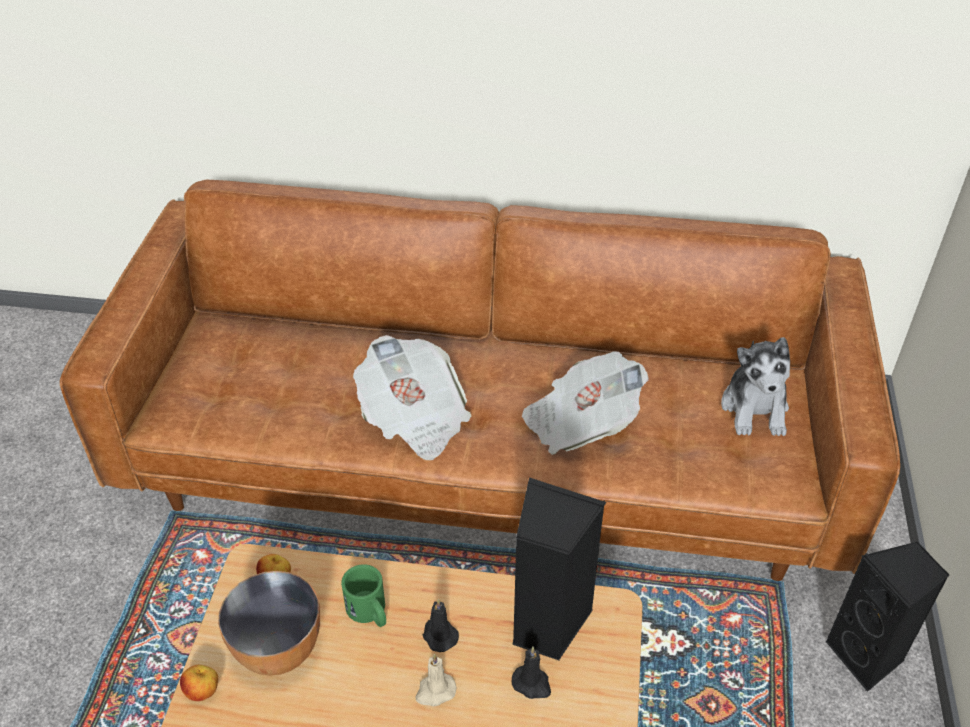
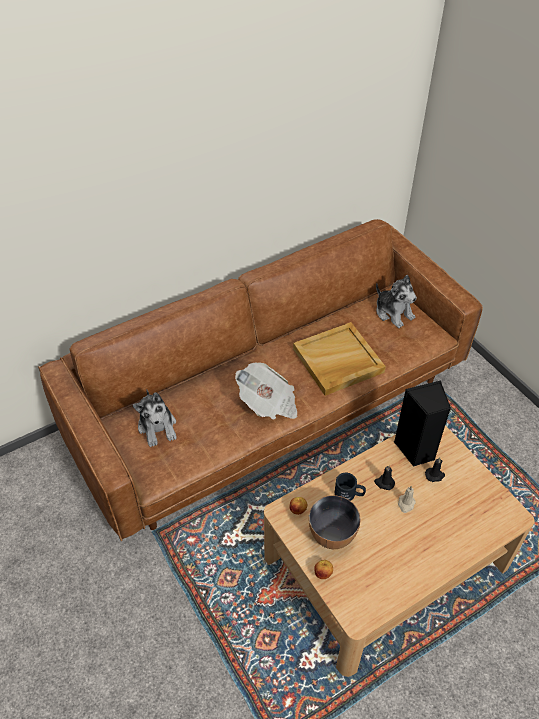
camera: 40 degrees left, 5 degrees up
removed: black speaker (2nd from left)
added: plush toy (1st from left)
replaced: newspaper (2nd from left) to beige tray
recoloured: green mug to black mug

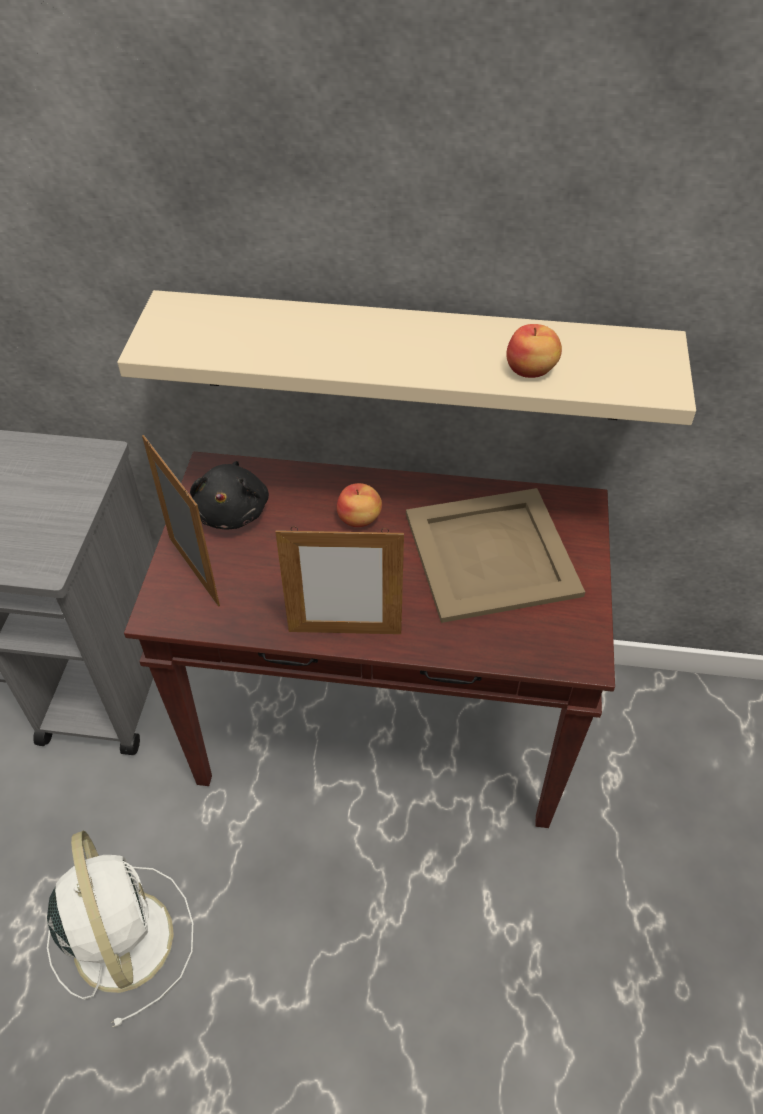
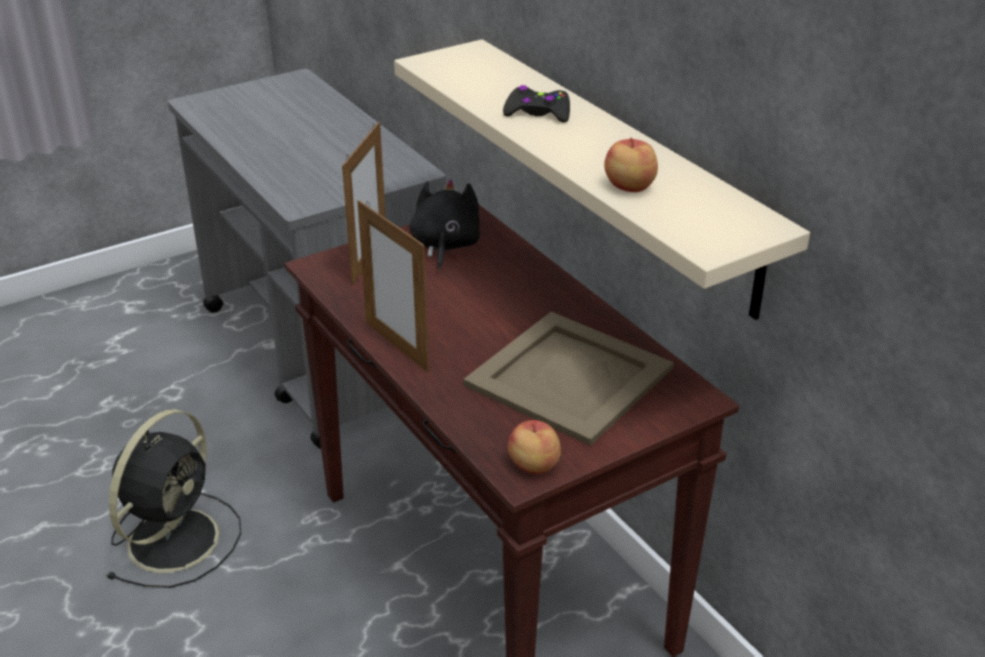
camera: 50 degrees right, 15 degrees down
added: black game controller
moved: apple (1st from left)
recoloured: white fan to black fan
turned: black plush toy 135 degrees clockwise

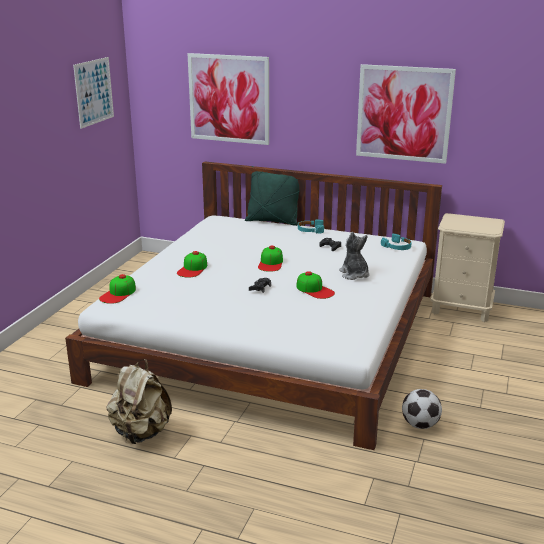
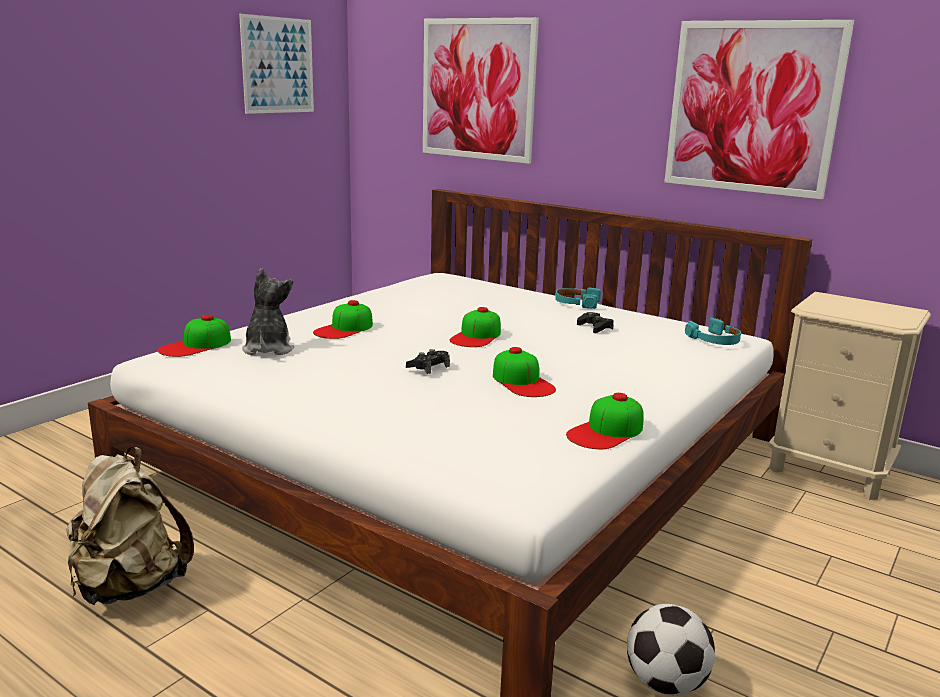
camera: 15 degrees right, 5 degrees down
removed: green pillow
added: cap (5th from left)
moved: plush toy

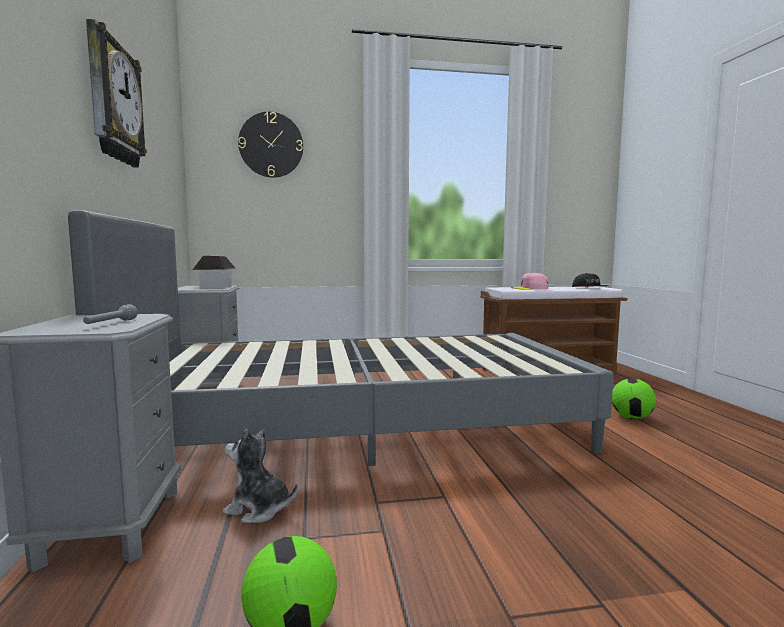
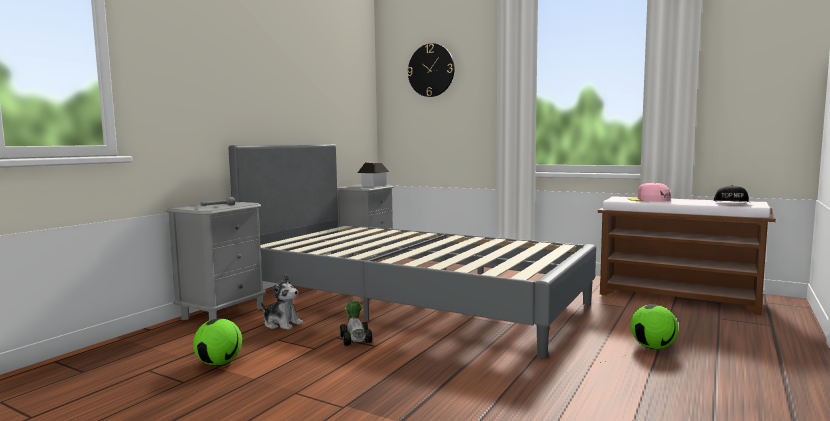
camera: 40 degrees right, 0 degrees up
removed: wall clock (1st from left)
added: toy car
turned: plush toy 150 degrees clockwise

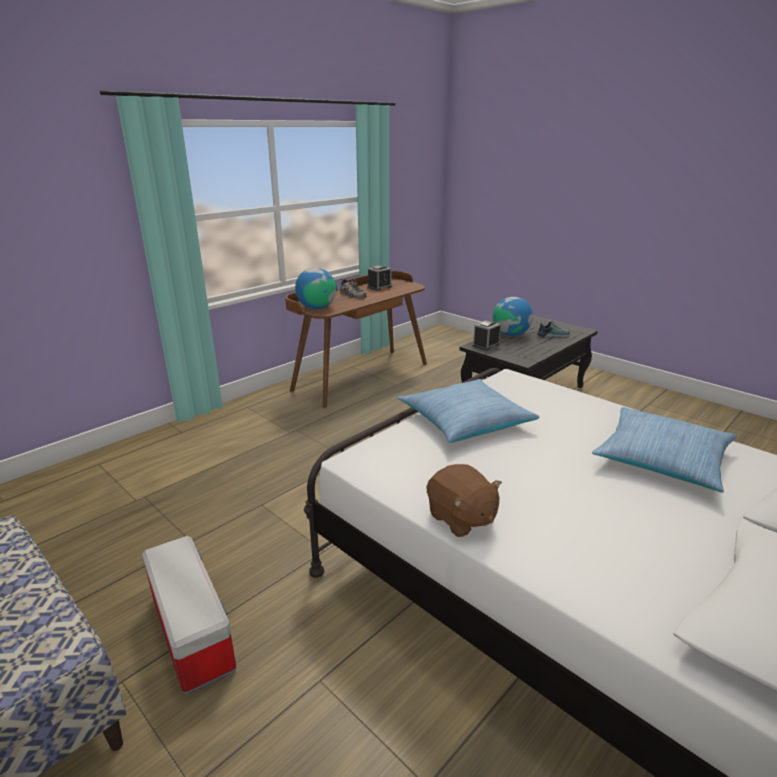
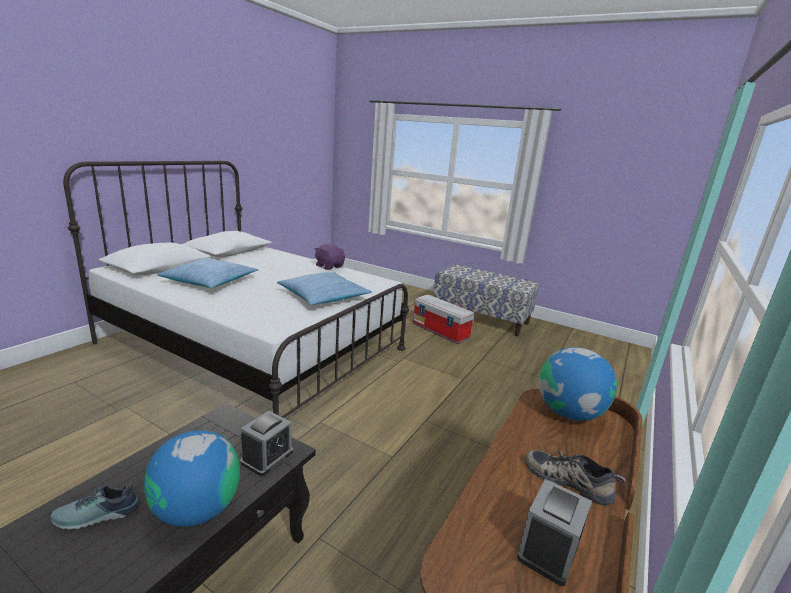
camera: 165 degrees right, 5 degrees down
recoloured: brown plush toy to purple plush toy

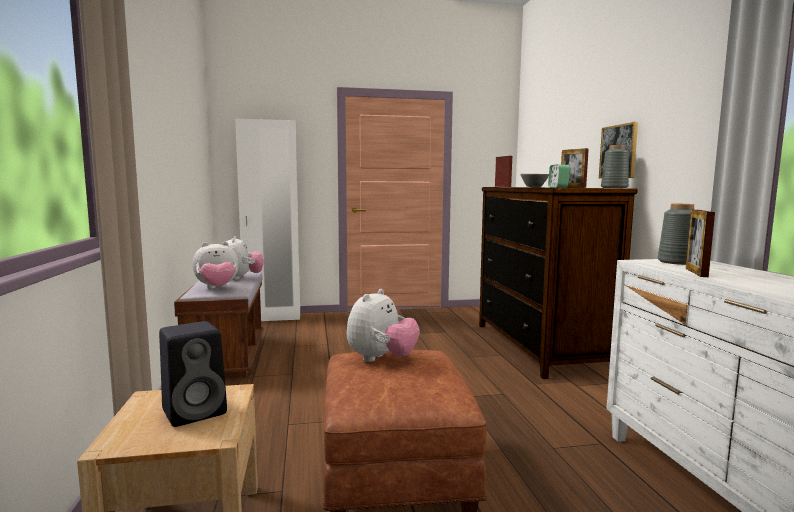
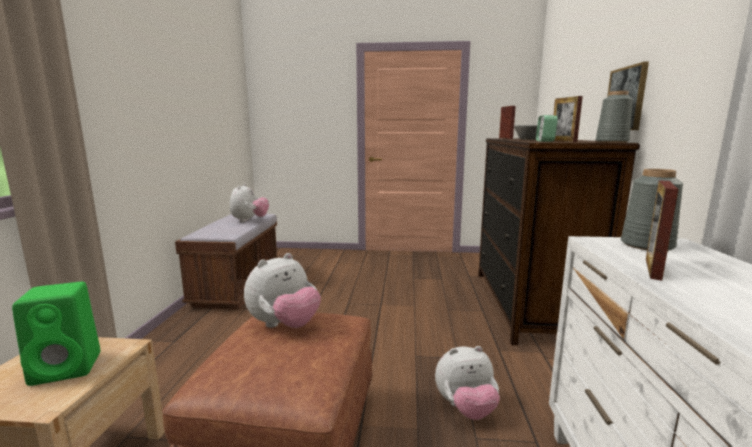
camera: 15 degrees right, 5 degrees up
removed: white wardrobe
moved: plush toy (1st from left in the first image) to plush toy (3rd from left)
recoloured: black speaker to green speaker

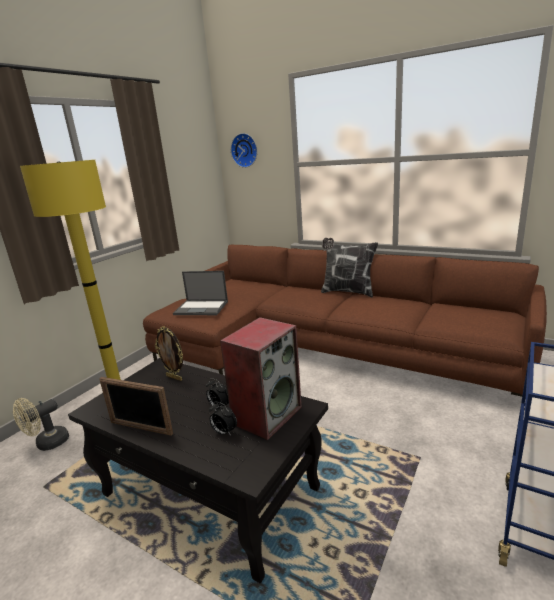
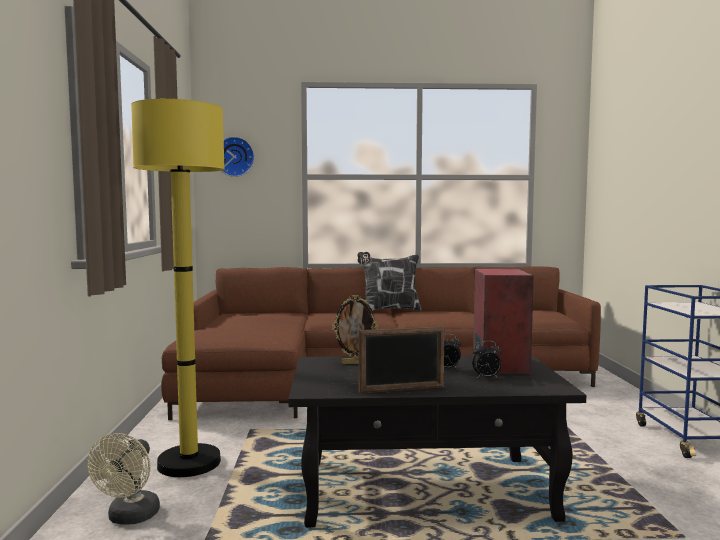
camera: 35 degrees left, 15 degrees down
removed: laptop

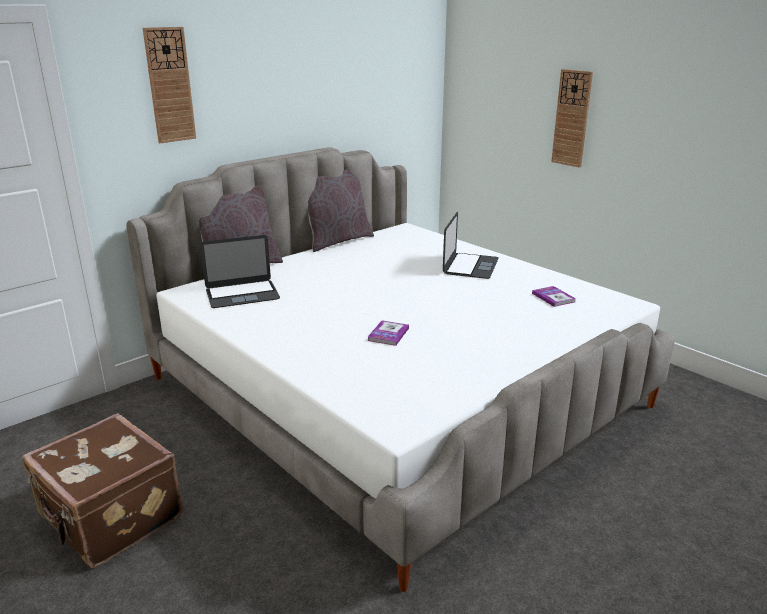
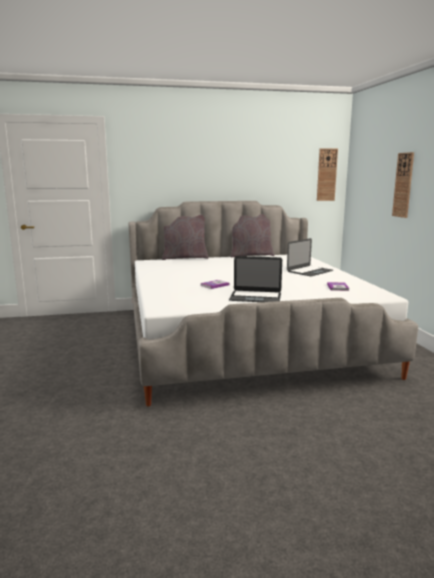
camera: 30 degrees right, 10 degrees down
removed: brown suitcase
moved: laptop (1st from left); wall clock (1st from left)

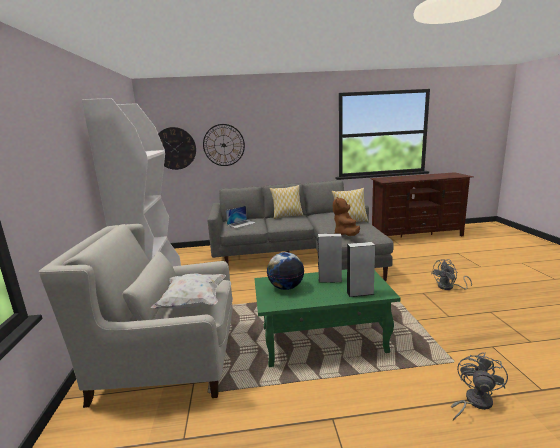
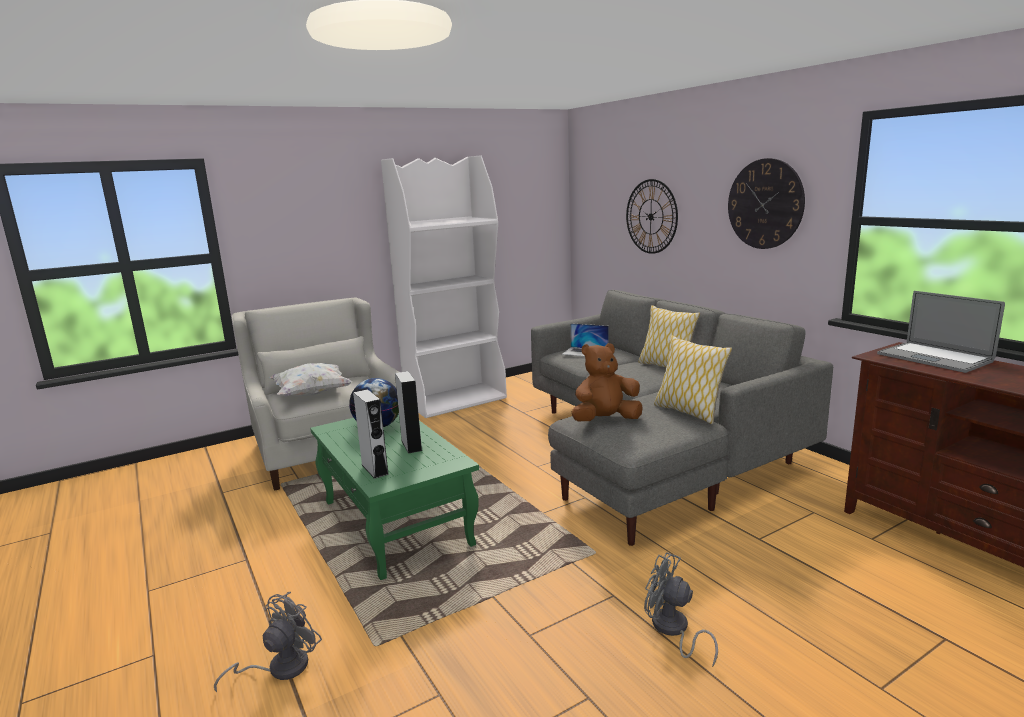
camera: 65 degrees right, 0 degrees up
added: laptop (2nd from left)
moved: wall clock (1st from left in the first image) to wall clock (2nd from left)
turned: grey fan (2nd from left in the first image) 60 degrees counterclockwise

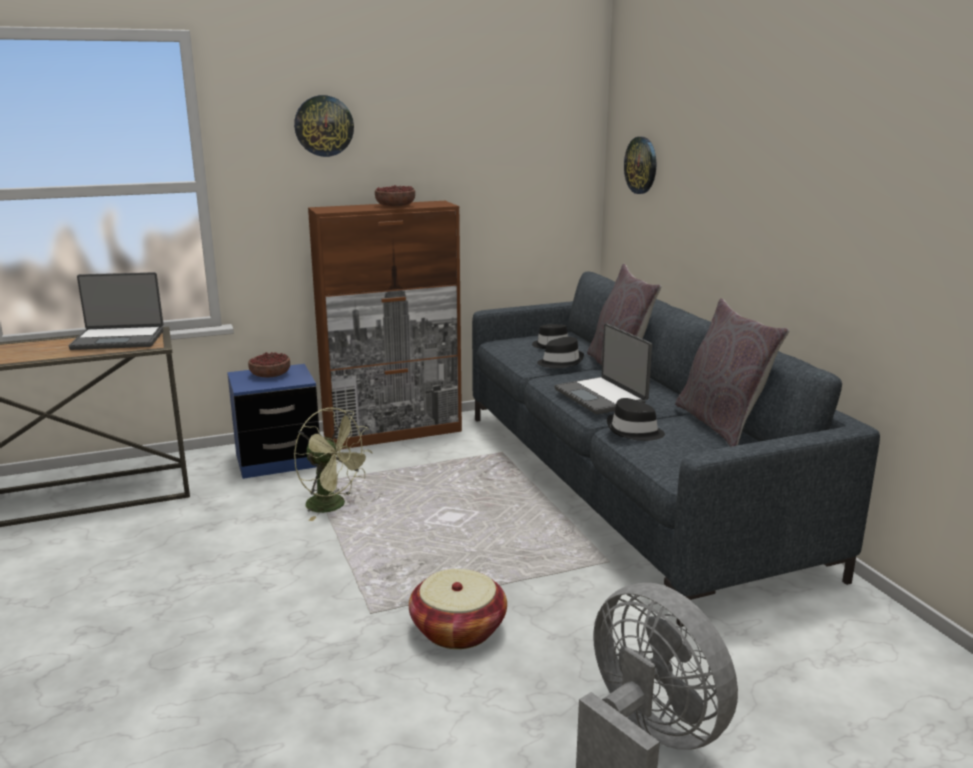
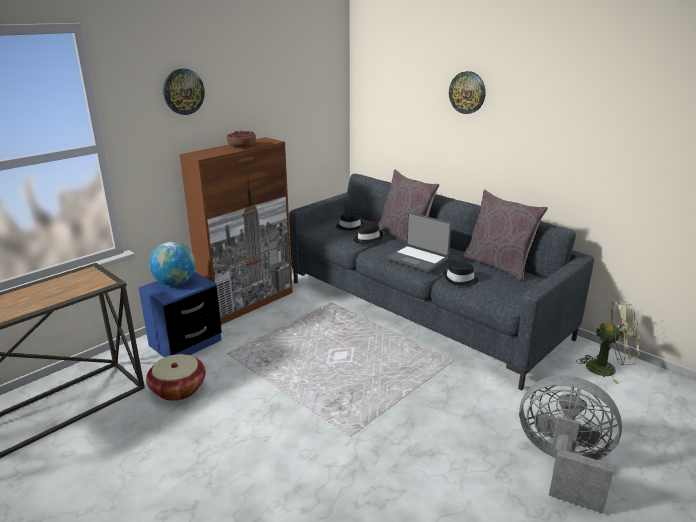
camera: 25 degrees left, 5 degrees up
removed: laptop (1st from left)
moved: basket; wall clock (2nd from left); green fan
replaced: bowl (1st from left) to globe

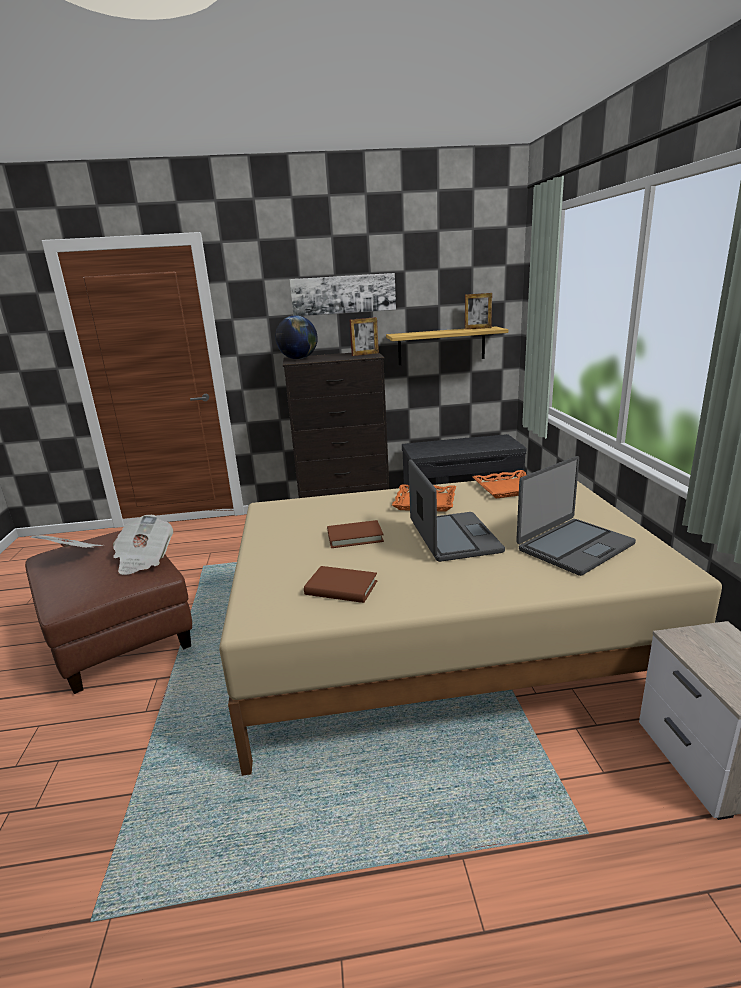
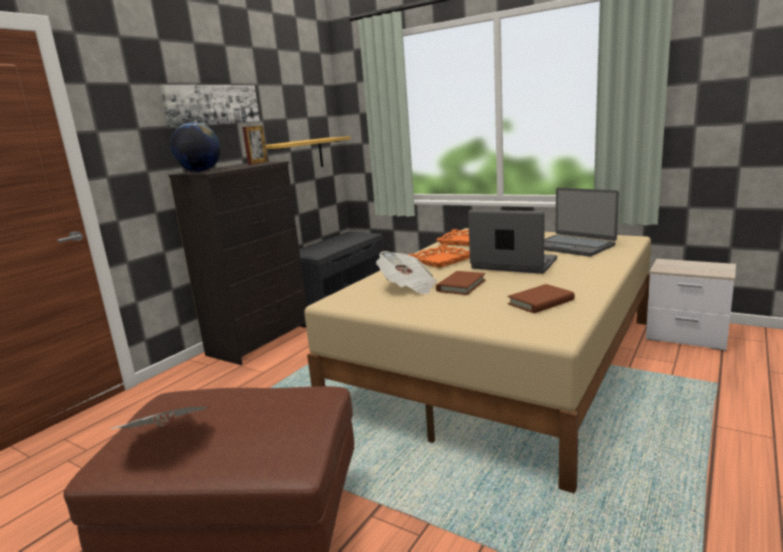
camera: 50 degrees left, 5 degrees down
removed: picture frame (2nd from left)
moved: newspaper (2nd from left)
turned: laptop (2nd from left) 135 degrees clockwise

